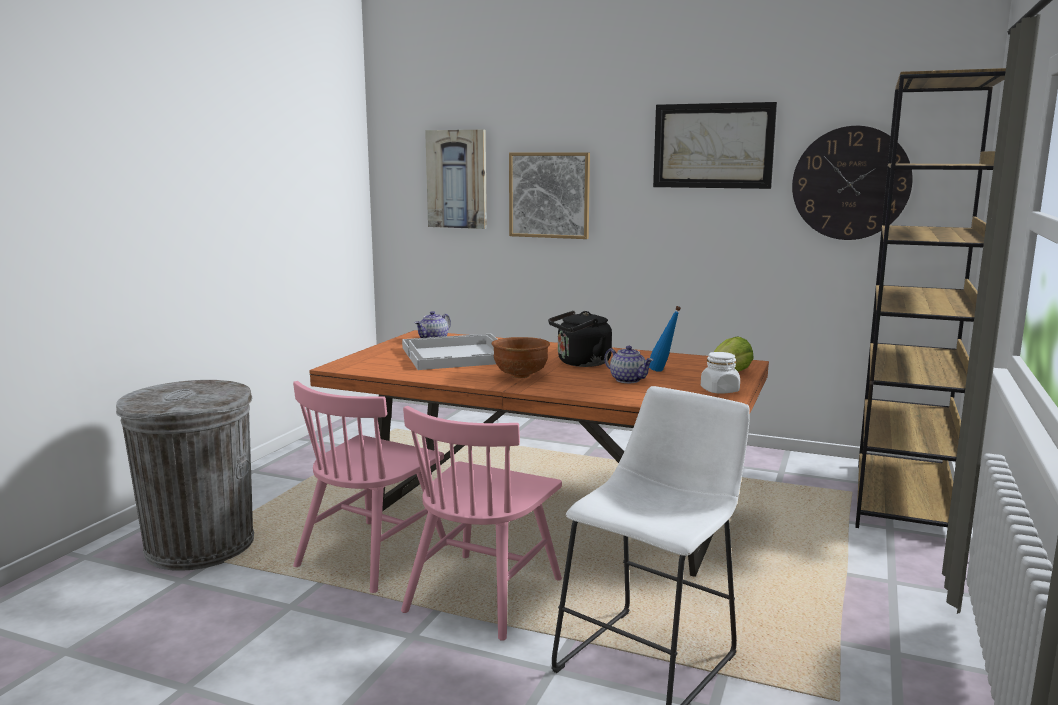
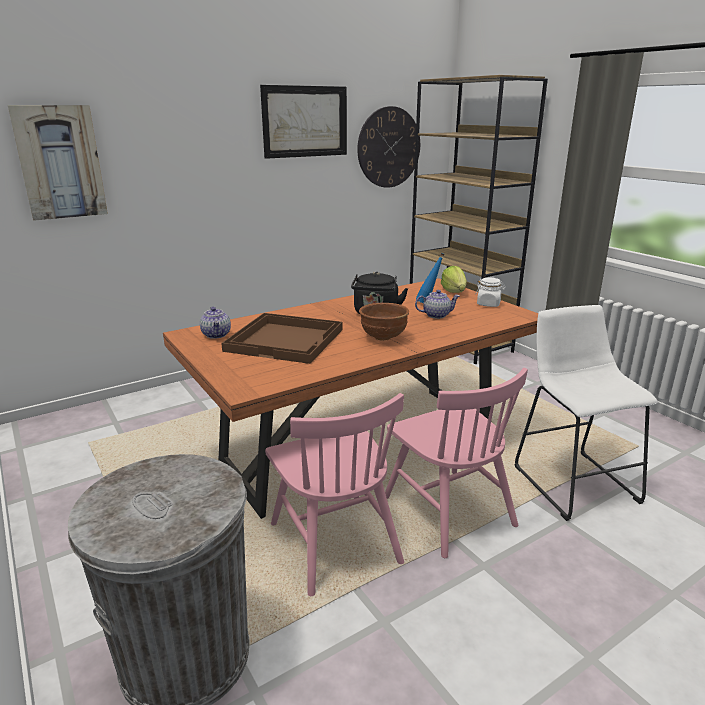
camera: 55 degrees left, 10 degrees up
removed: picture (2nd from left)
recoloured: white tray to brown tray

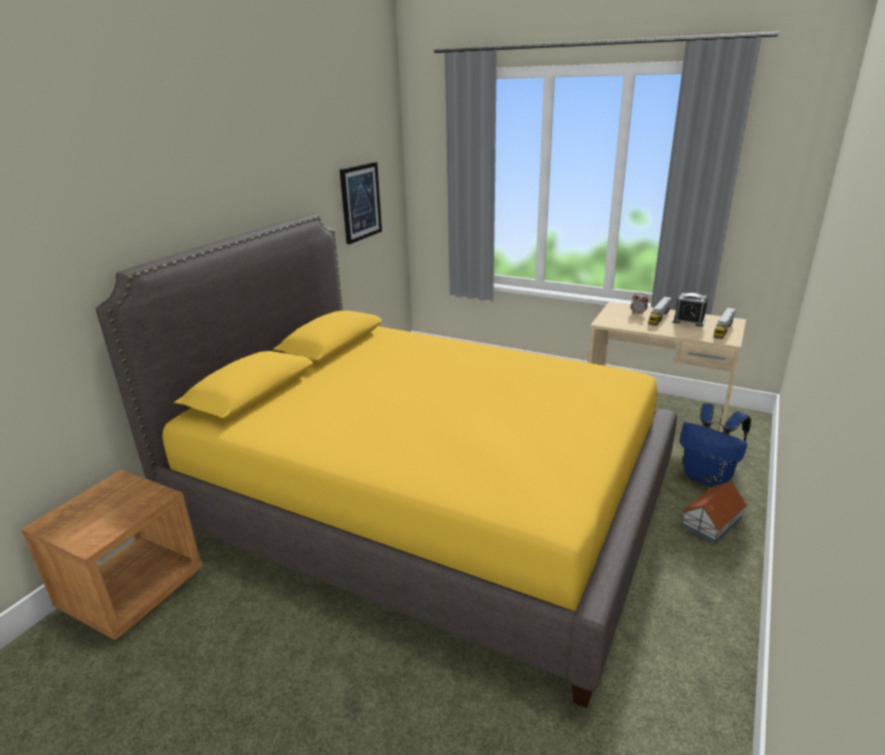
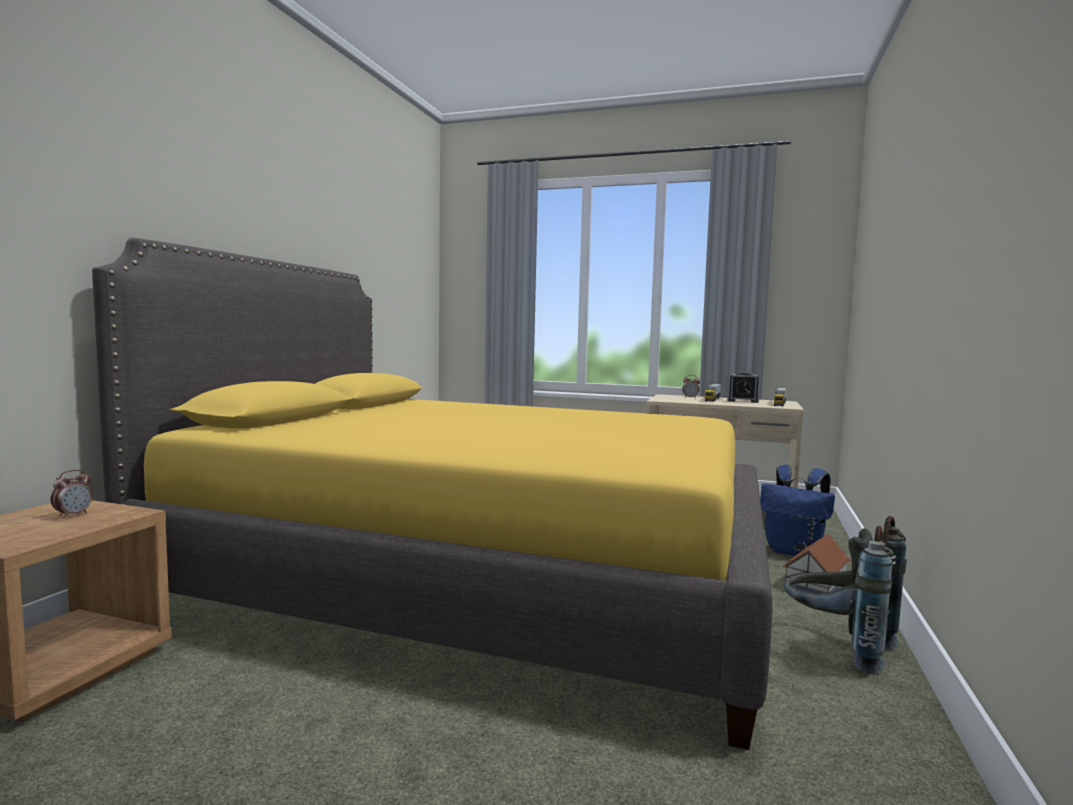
camera: 10 degrees left, 20 degrees down
removed: picture
added: alarm clock (1st from left); grey backpack

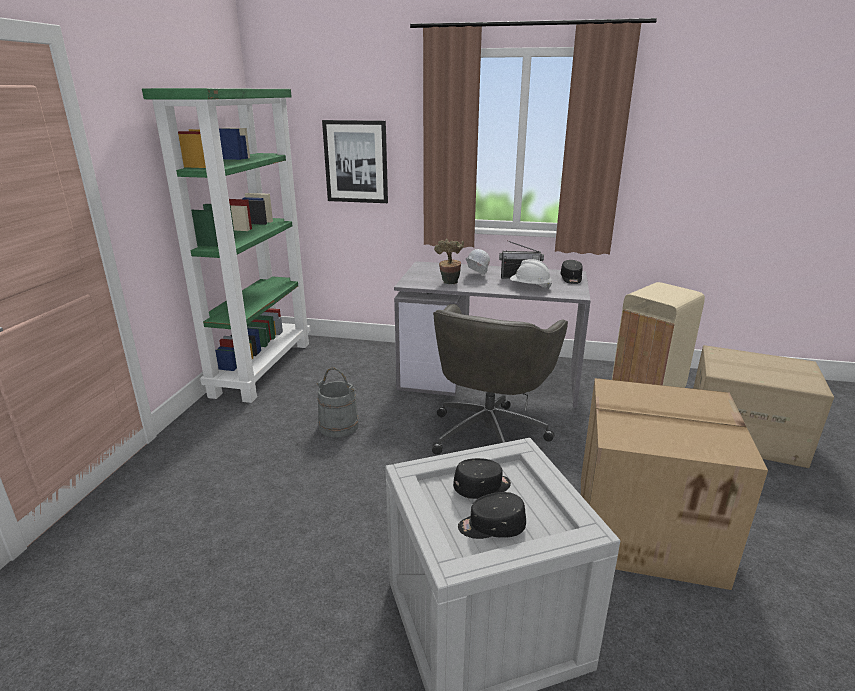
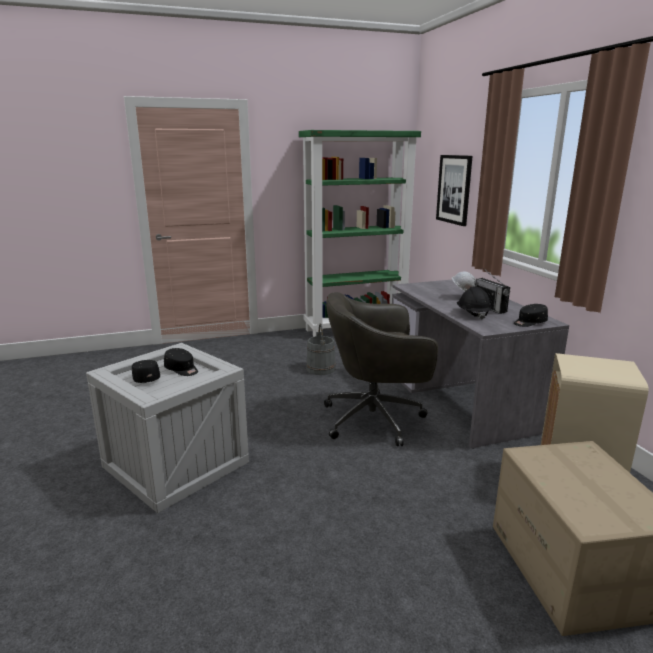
camera: 60 degrees right, 5 degrees down
removed: potted plant; cardboard box (1st from left)
recoloured: white hard hat (2nd from left) to black hard hat

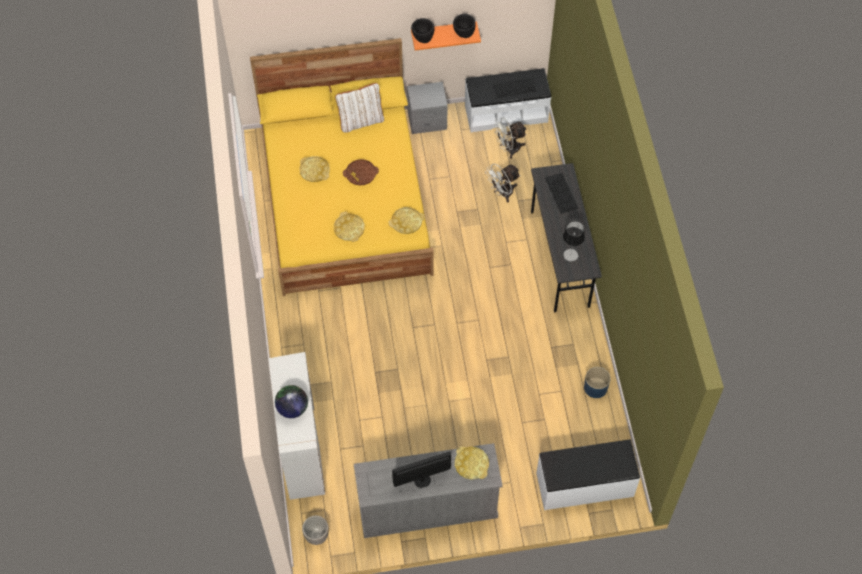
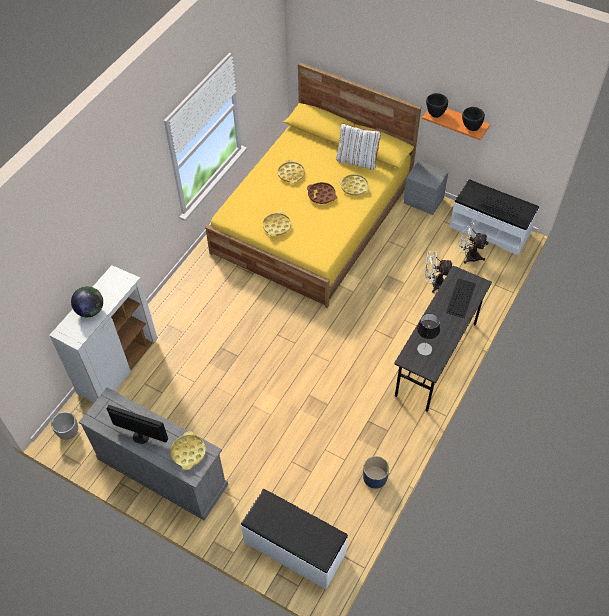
camera: 40 degrees right, 5 degrees down
moved: yellow tray (3rd from left in the first image) to yellow tray (4th from left)

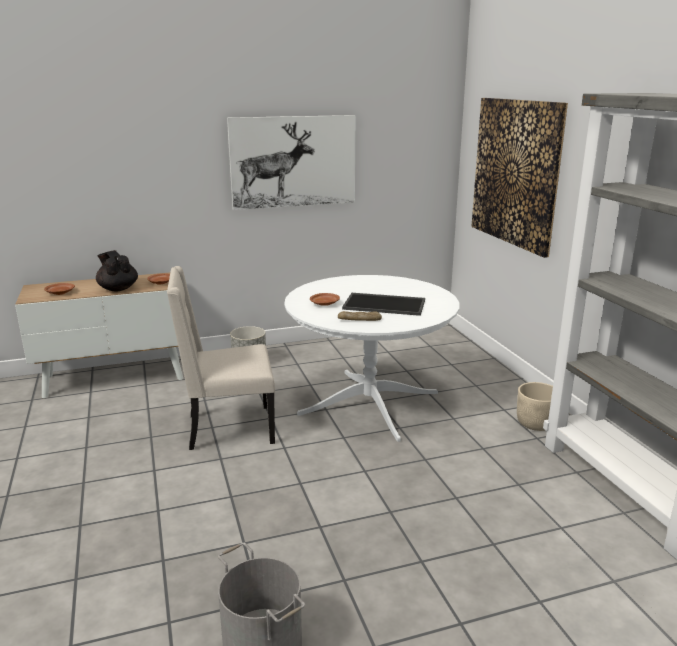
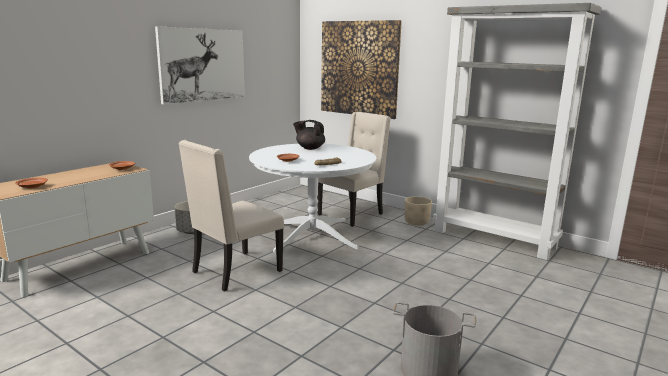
camera: 35 degrees left, 5 degrees down
removed: tray
added: beige chair (2nd from left)
moved: black teapot

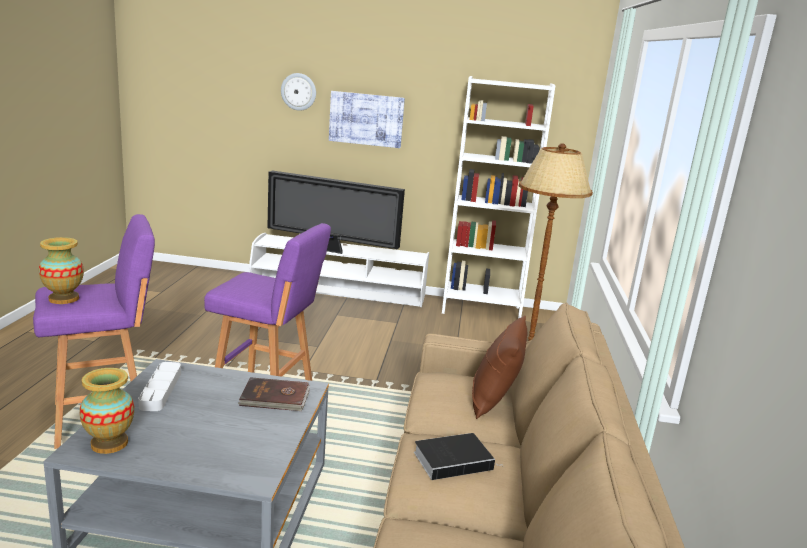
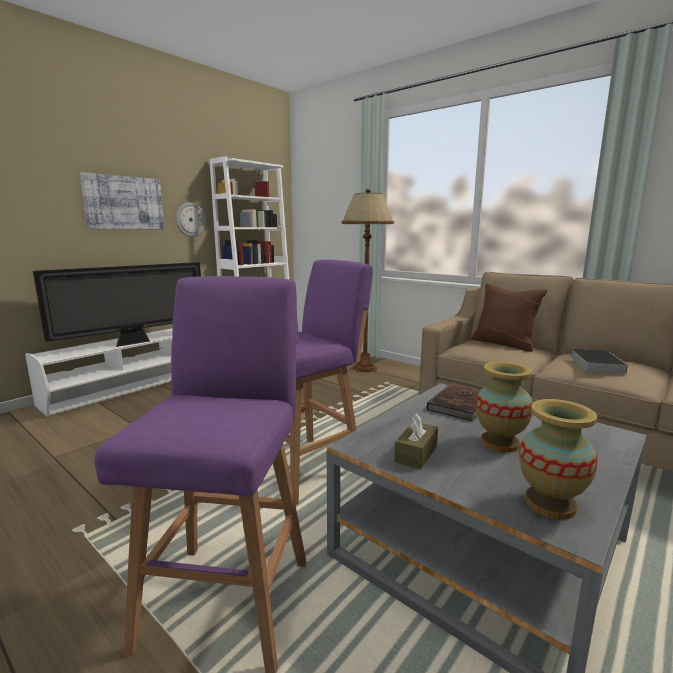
camera: 55 degrees left, 5 degrees down
moved: wall clock; vase (1st from left)
replaced: grey tray to brown tissue box

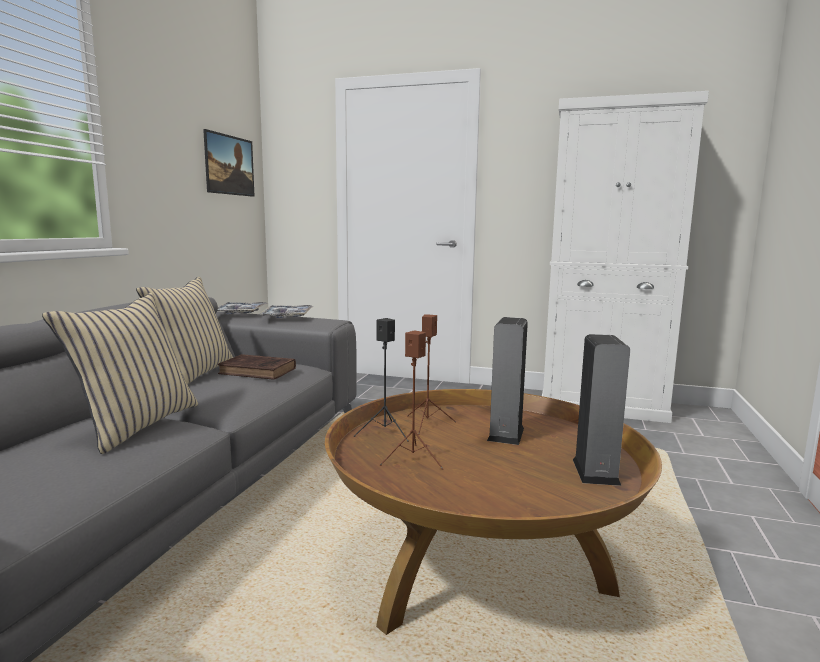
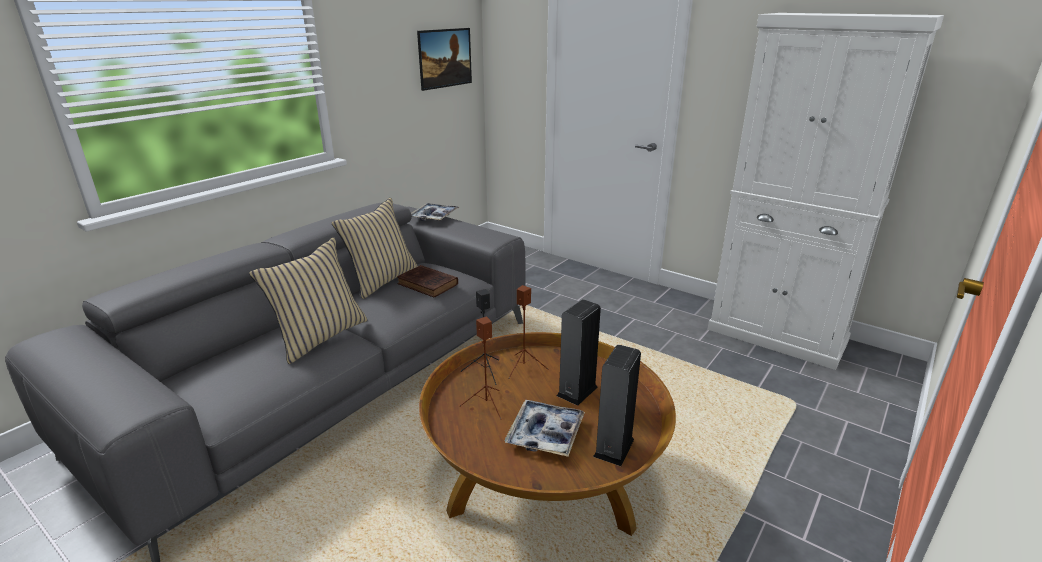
camera: 20 degrees right, 15 degrees up
moved: tray (2nd from left)

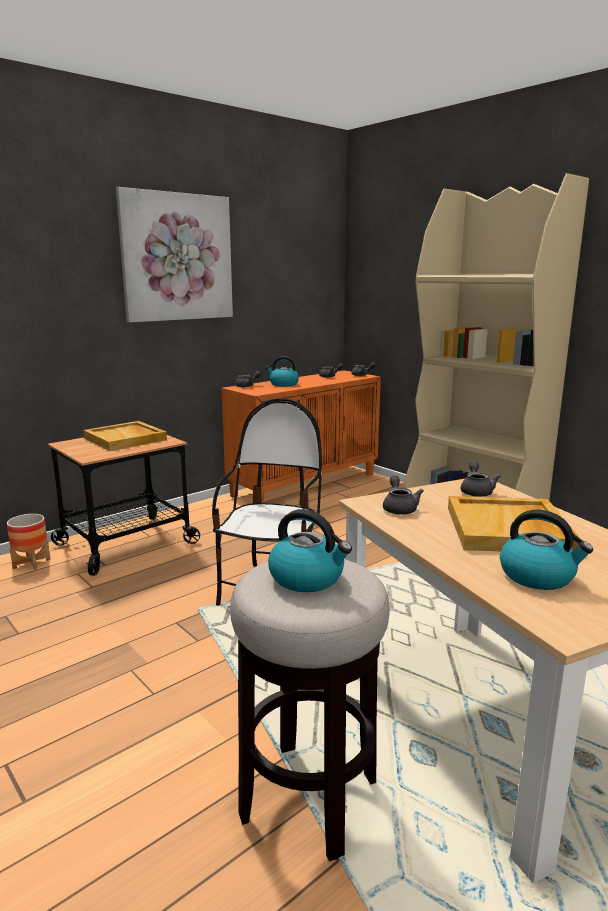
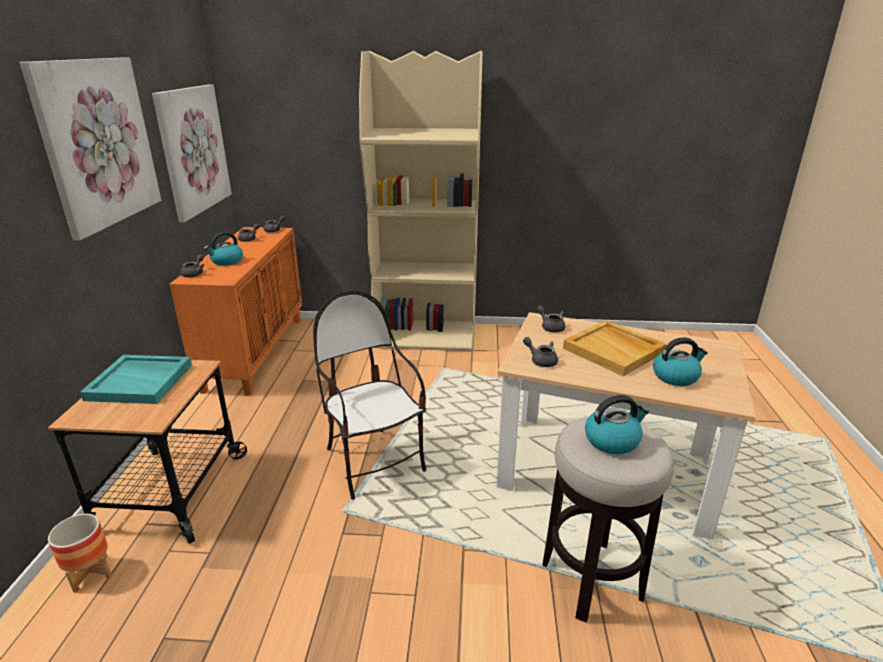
camera: 45 degrees left, 10 degrees up
added: picture (2nd from left)
recoloured: beige tray (1st from left) to turquoise tray

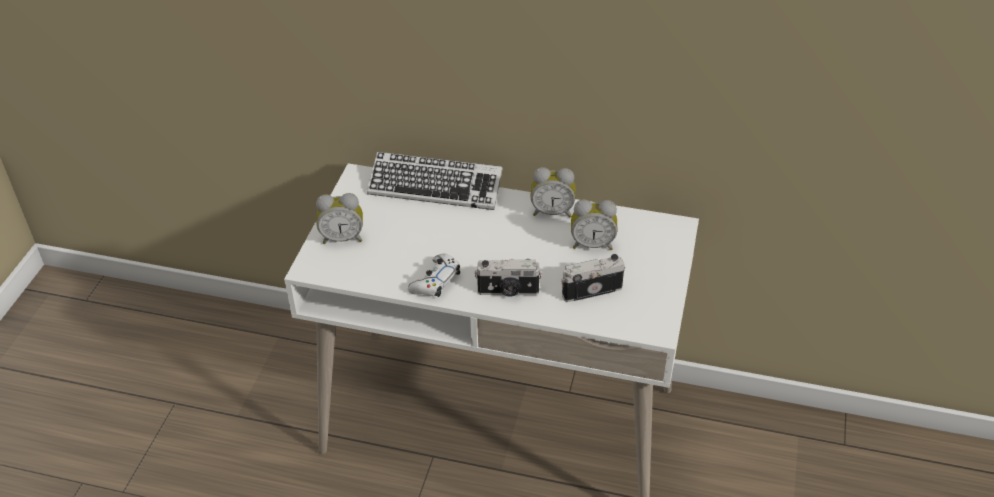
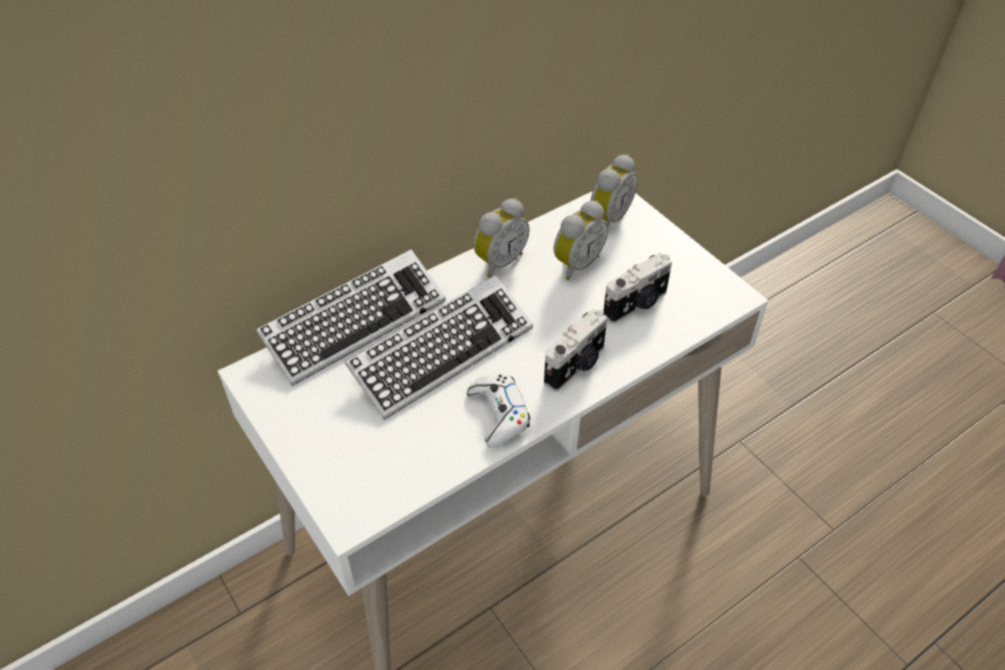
camera: 50 degrees left, 5 degrees up
added: keyboard (2nd from left)
moved: alarm clock (1st from left in the first image) to alarm clock (3rd from left)
turned: photo camera (2nd from left) 150 degrees counterclockwise

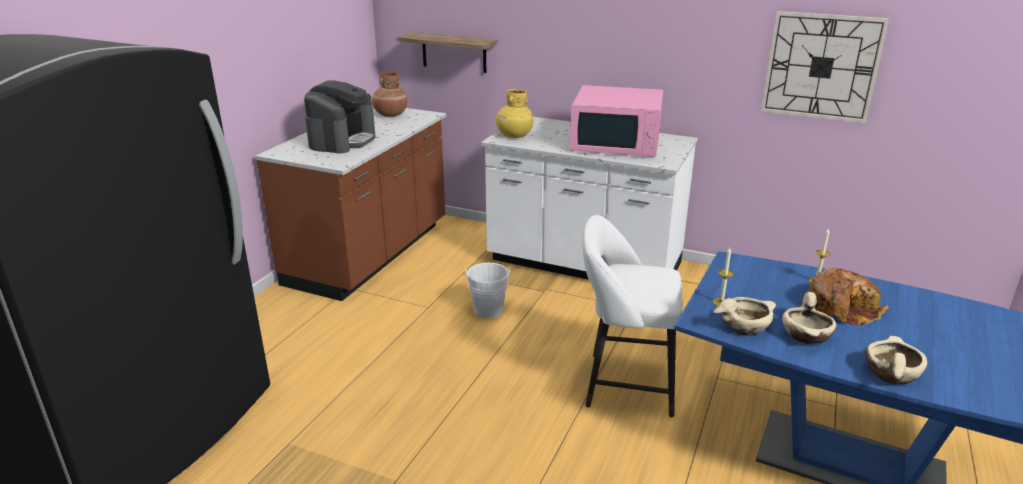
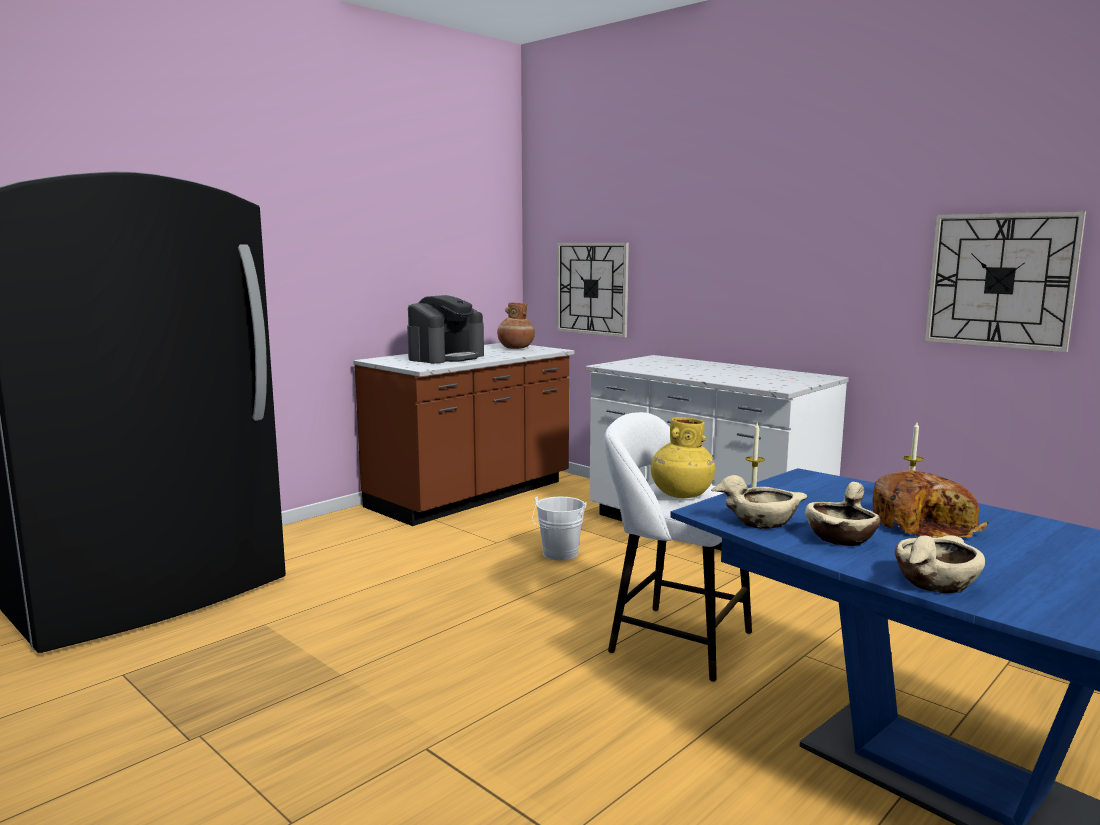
camera: 20 degrees right, 15 degrees down
removed: pink microwave
moved: yellow vase
replaced: shelf to wall clock (1st from left)

